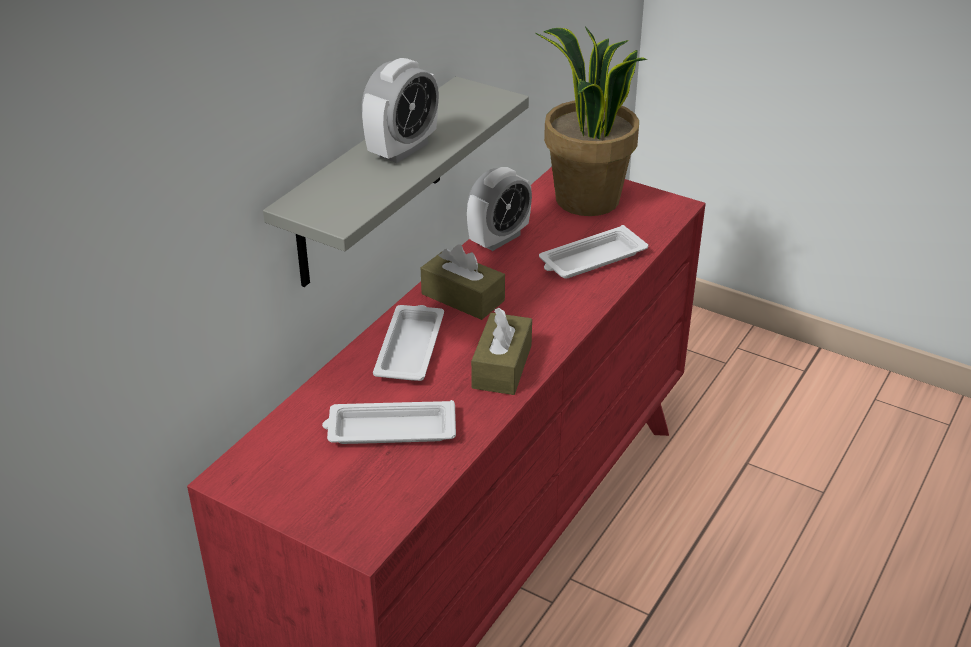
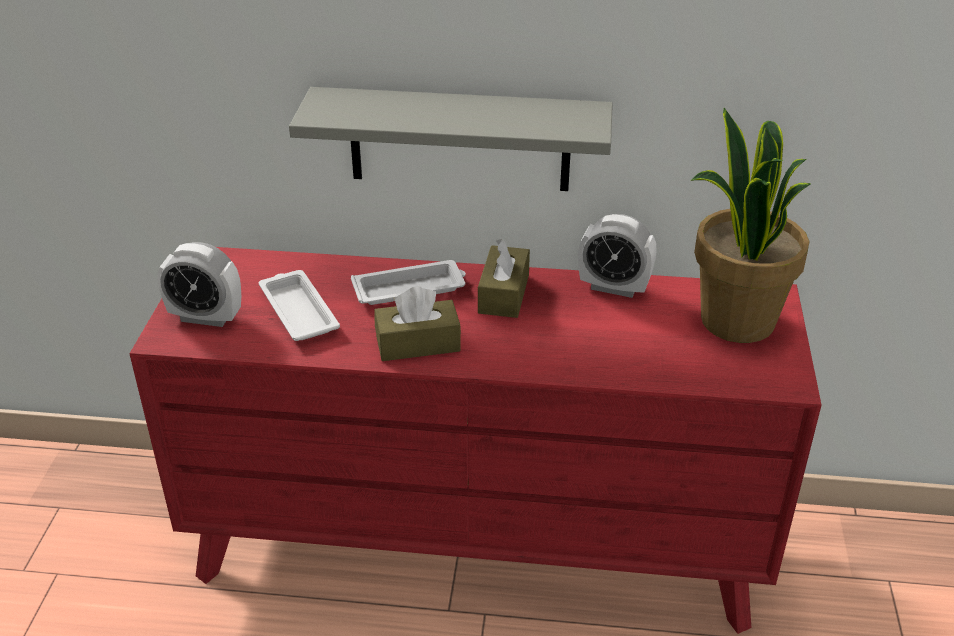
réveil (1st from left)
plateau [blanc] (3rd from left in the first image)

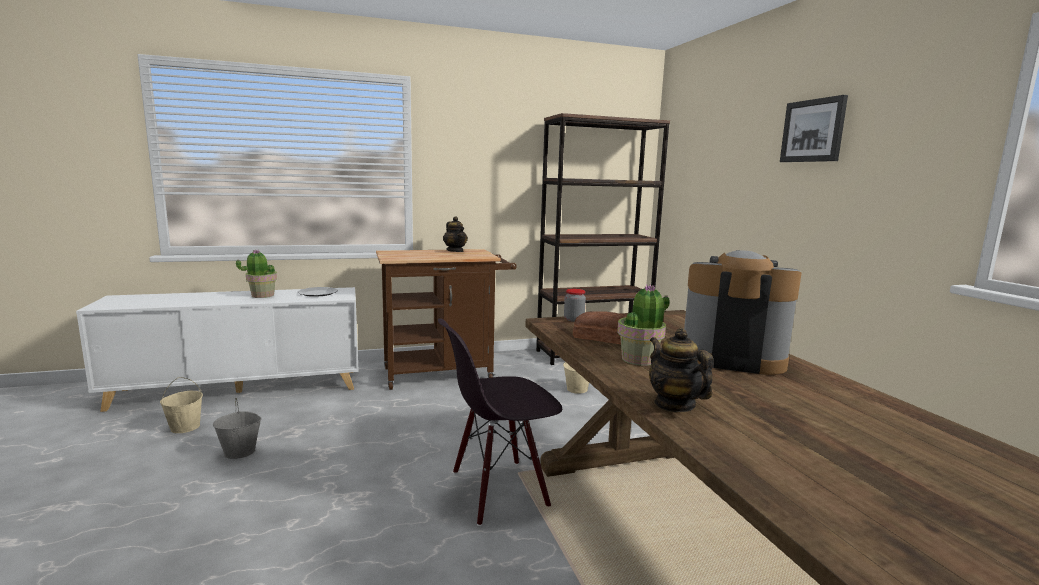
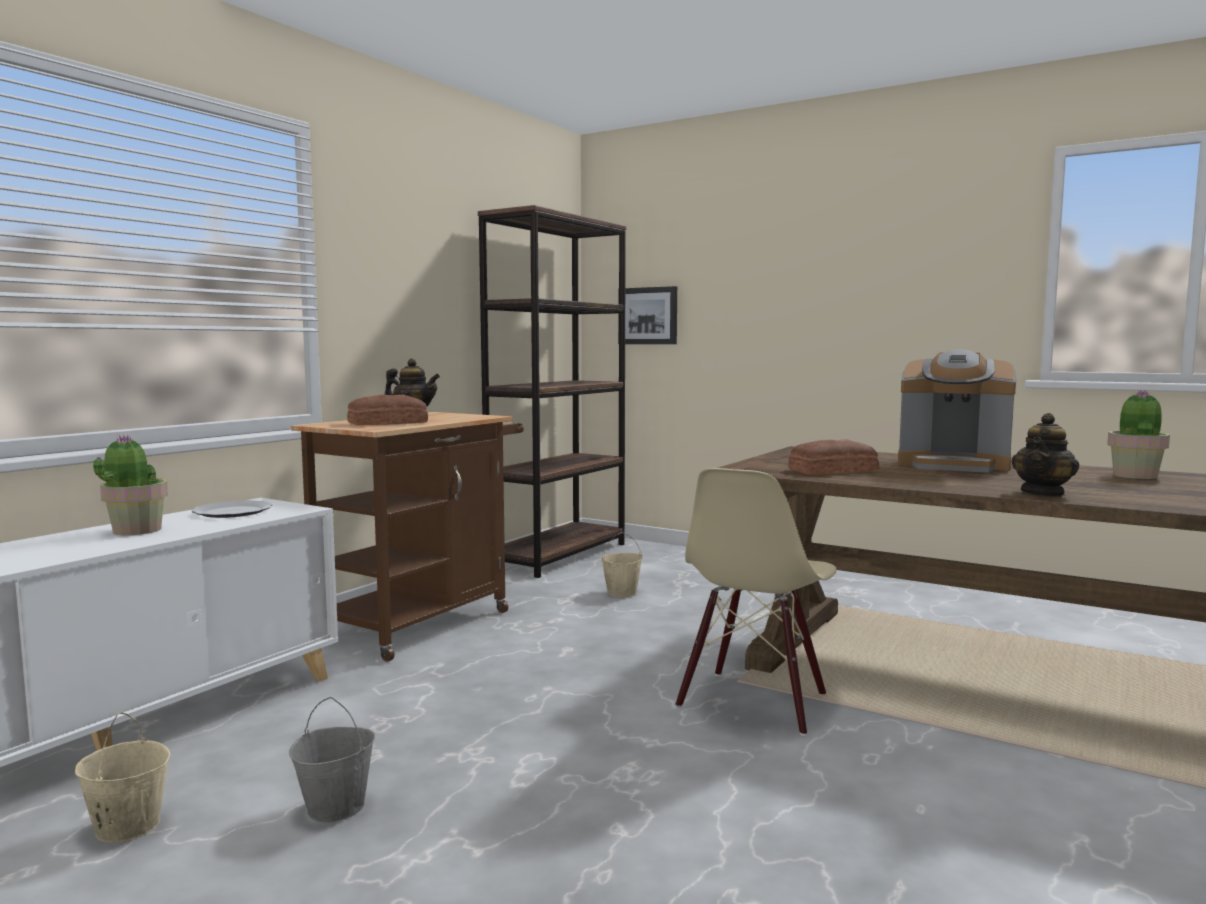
chaise [beige]
bocal
plante en pot (2nd from left)
théière (2nd from left)
machine à café
tableau
pain (1st from left)

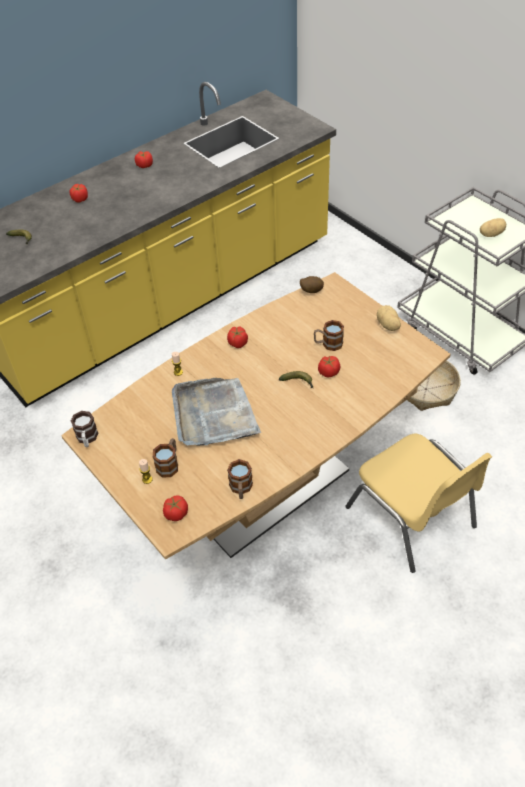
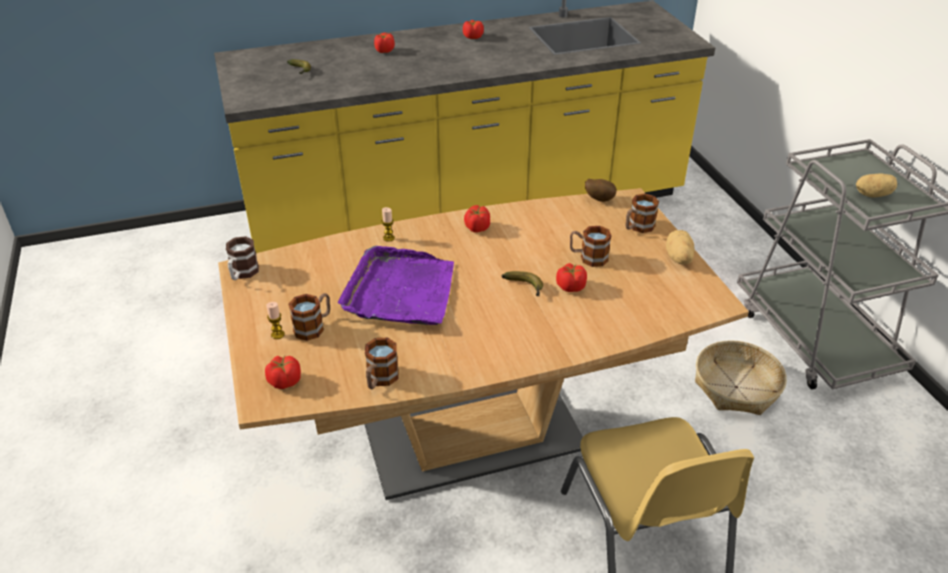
plateau [violet]
mug (5th from left)

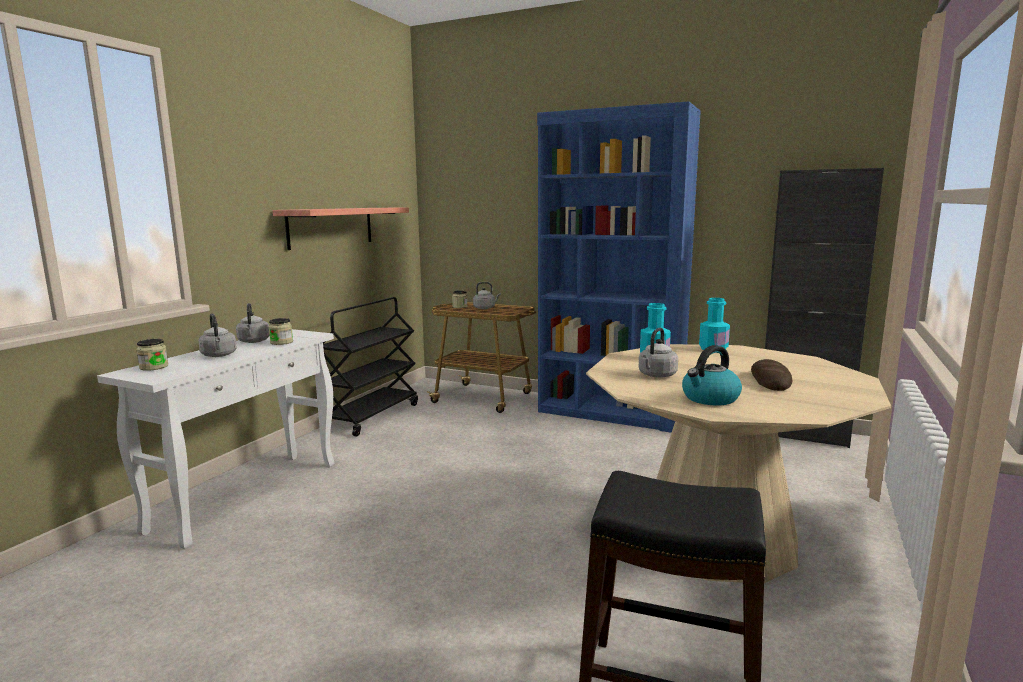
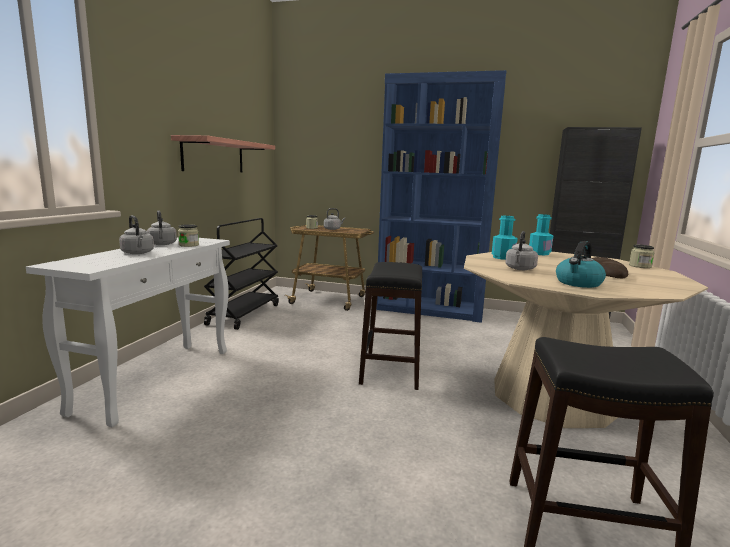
bocal (3rd from left)
tabouret [noir] (1st from left)

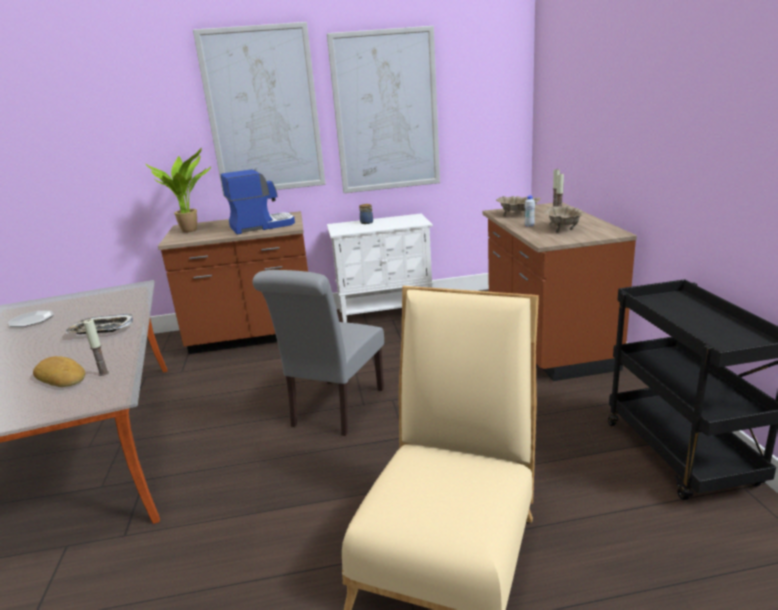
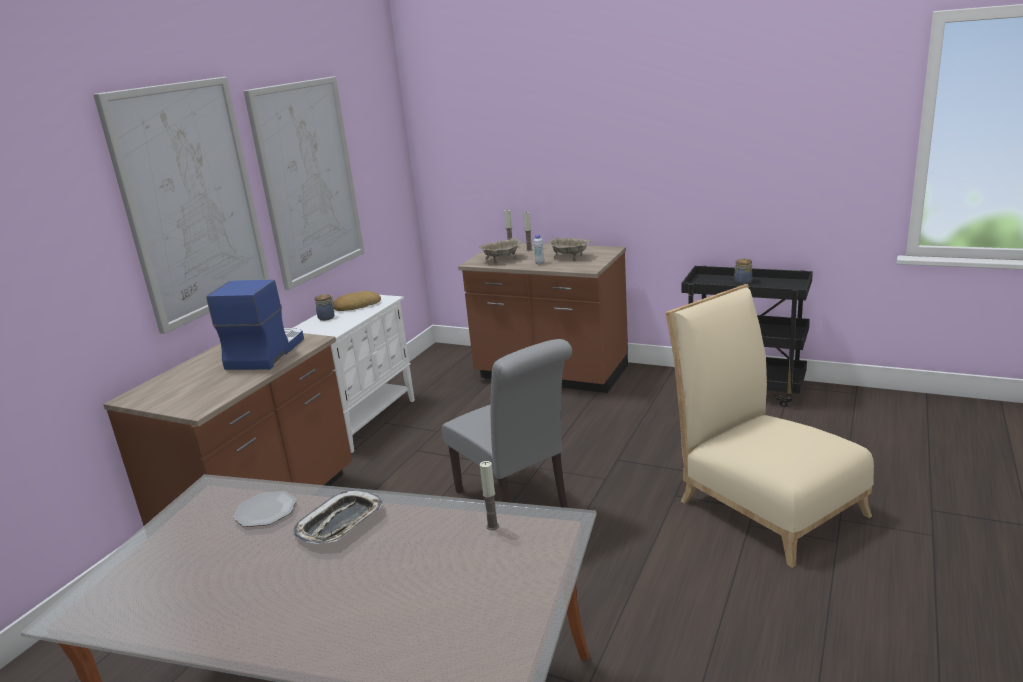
assiette
pain
plante en pot
bocal (2nd from left)

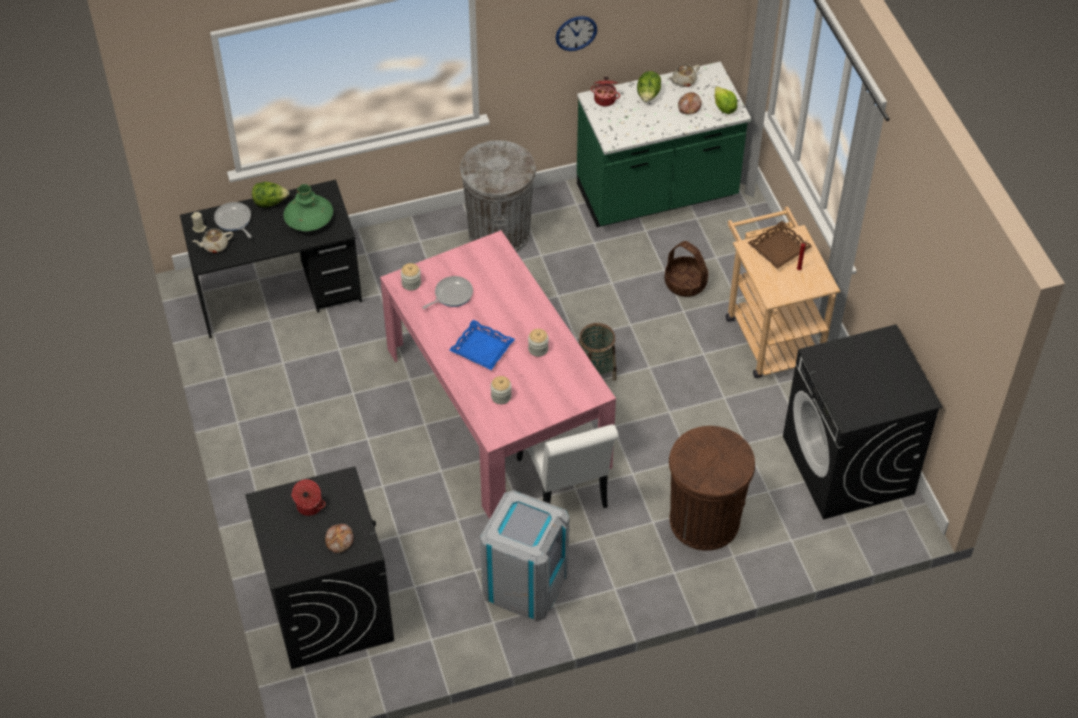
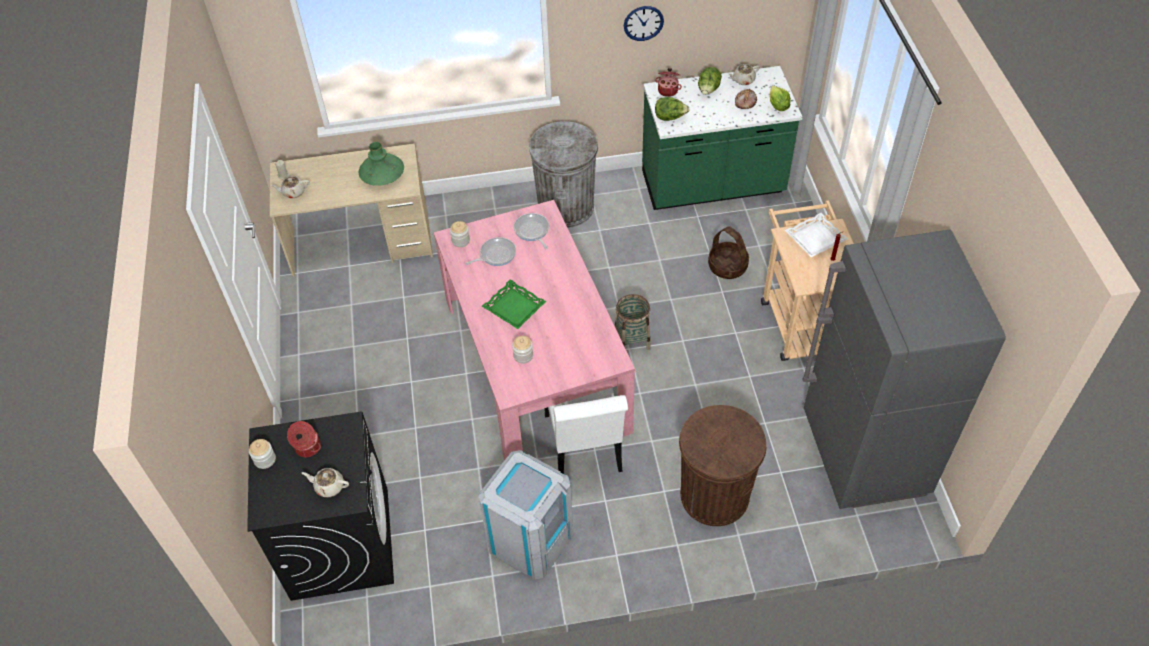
bureau [beige]
poêle (2nd from left)
laitue (1st from left)
théière [beige] (2nd from left)
plateau [vert]
bocal (1st from left)
plateau [blanc]
réfrigérateur [gris]

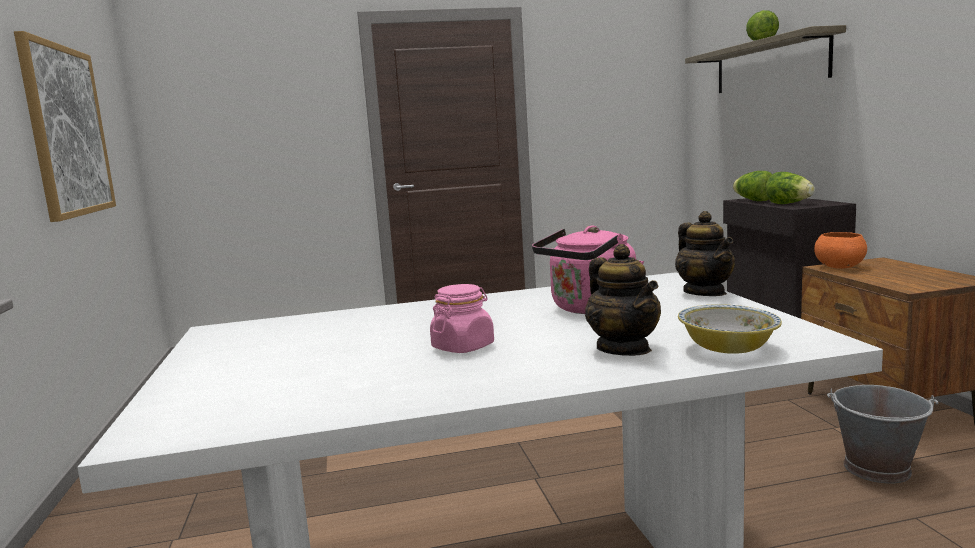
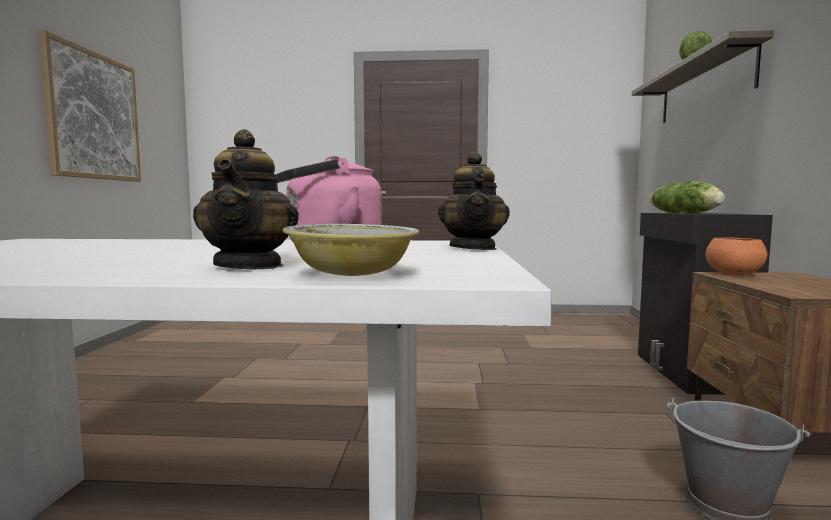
bocal [rose]

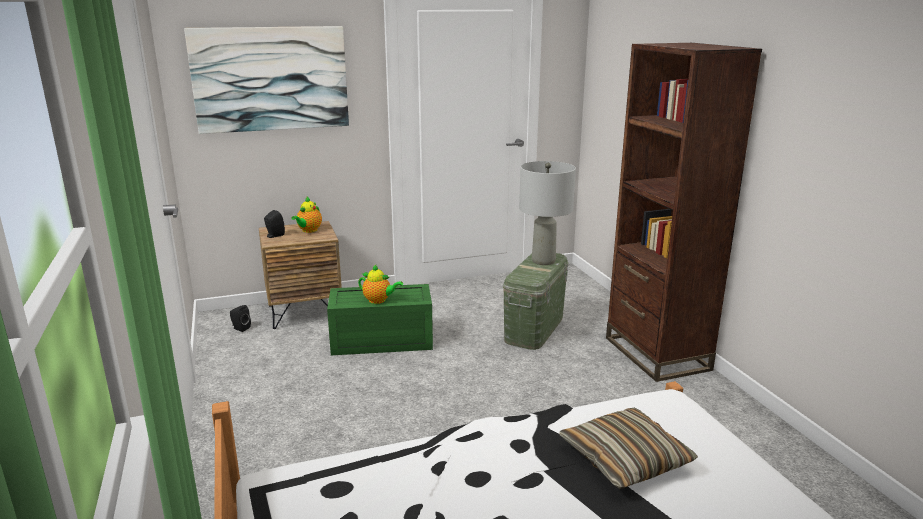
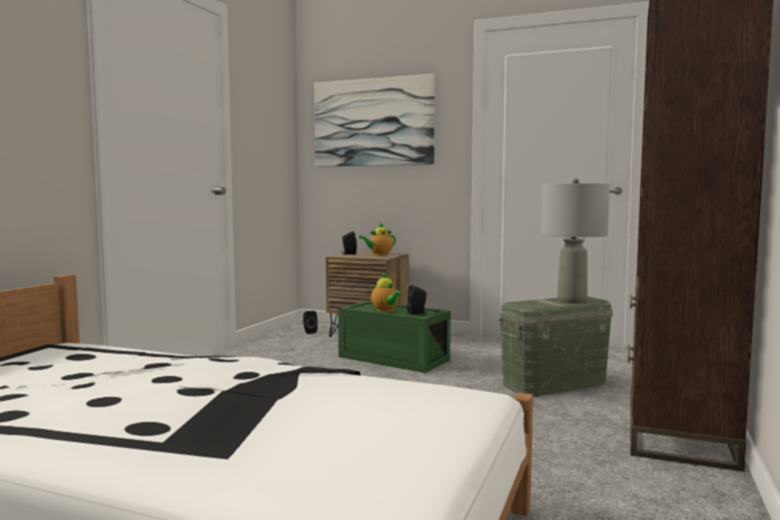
coussin
enceinte [noir] (3rd from left)

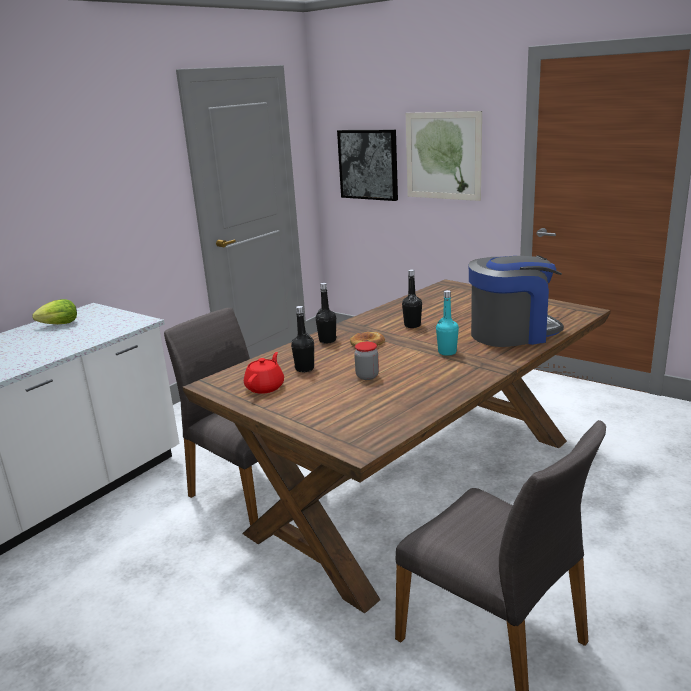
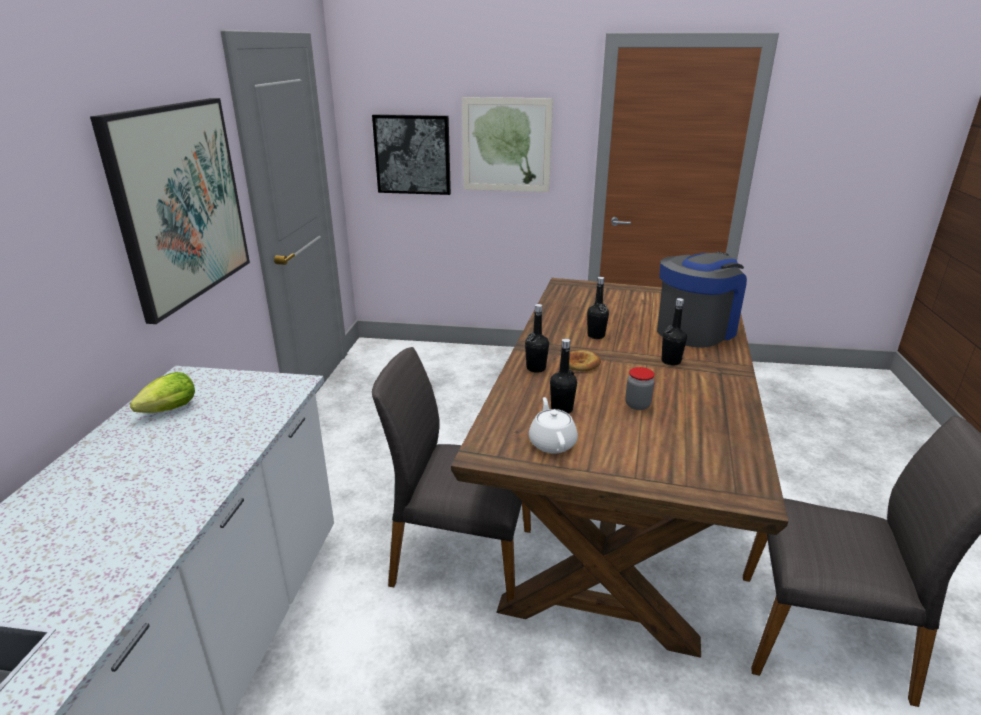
théière [blanc]
bouteille [noir] (4th from left)
tableau (1st from left)

